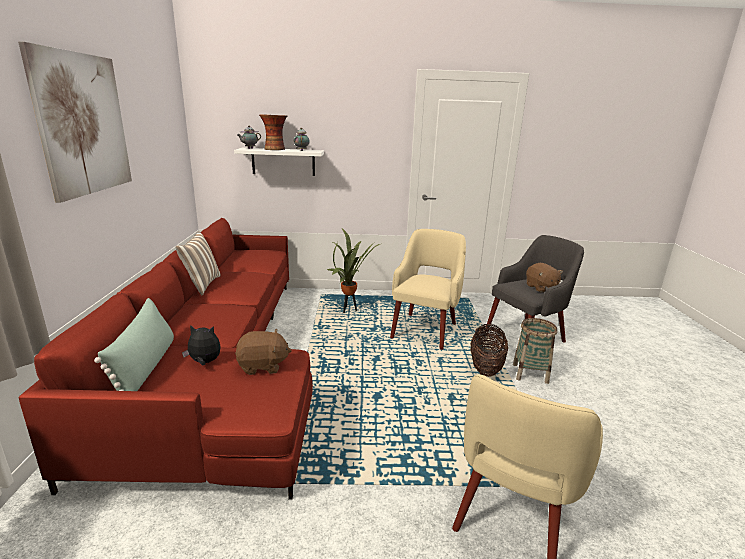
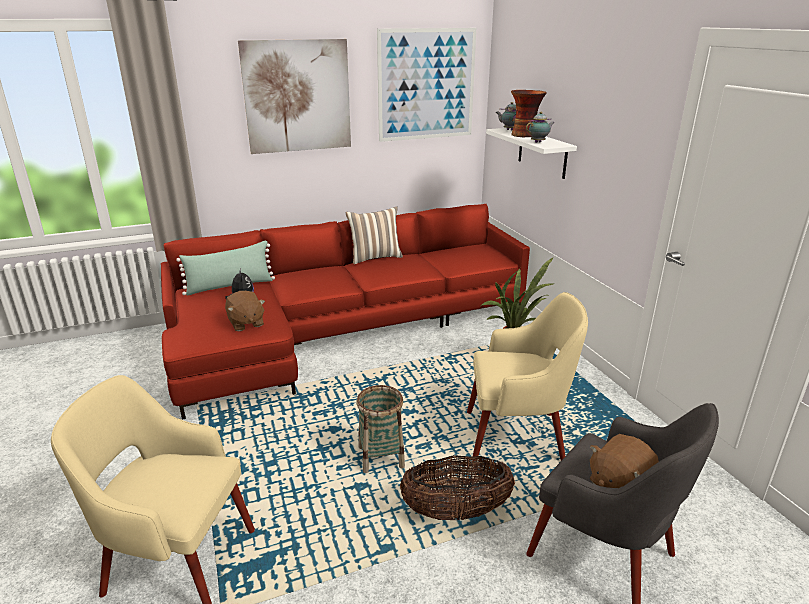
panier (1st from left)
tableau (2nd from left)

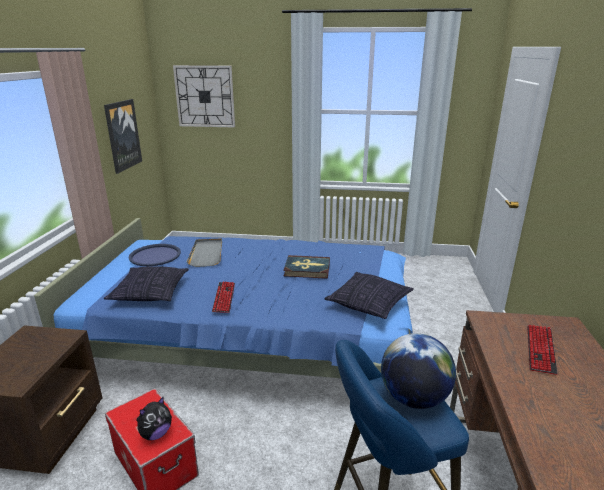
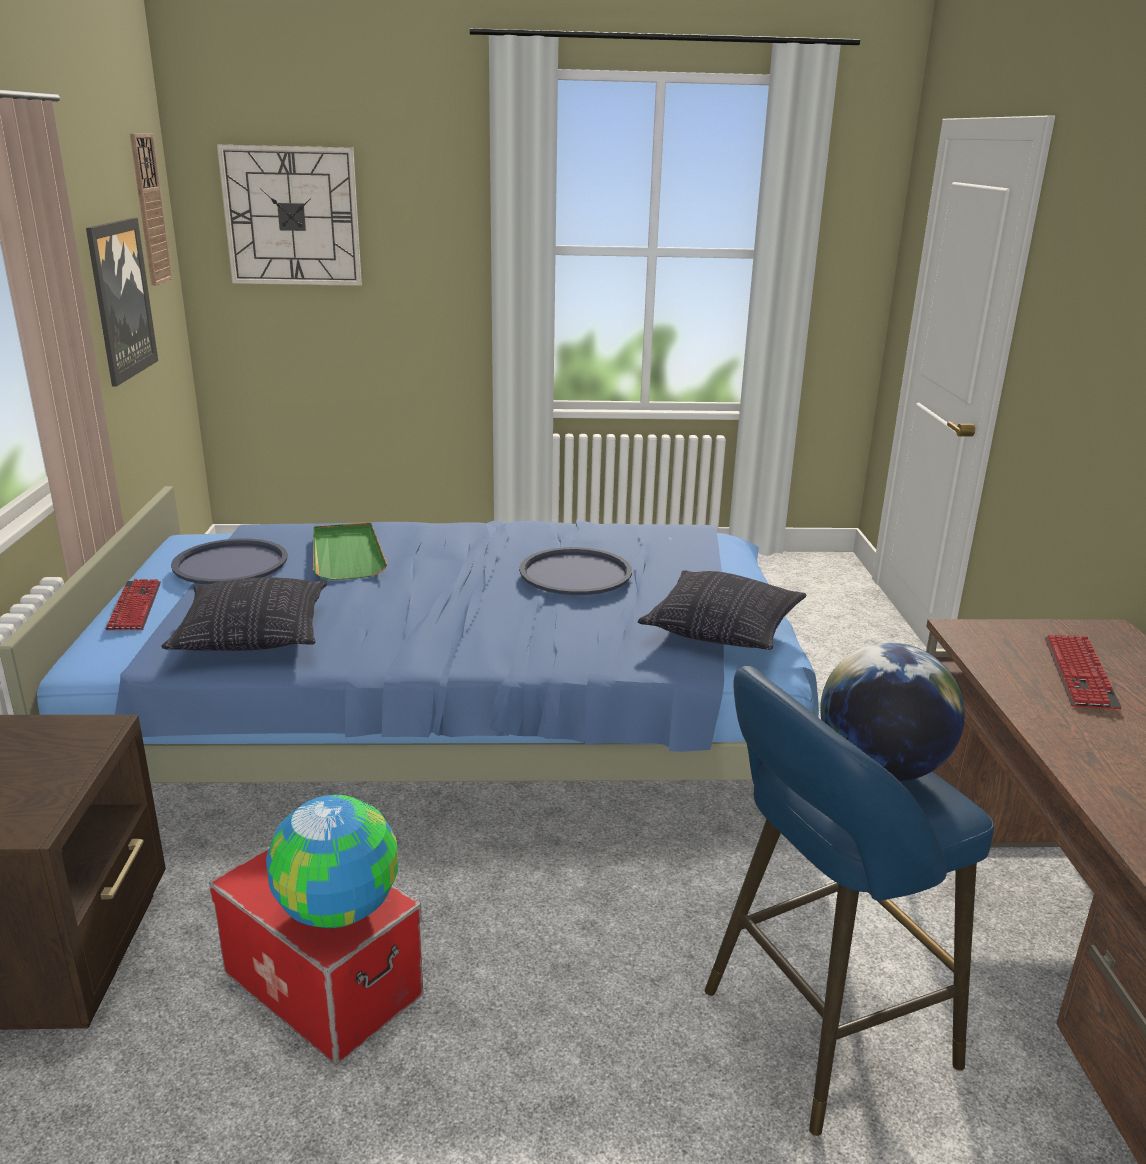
globe (1st from left)
plateau [vert]
clavier (1st from left)
plateau [bleu] (2nd from left)
horloge murale (1st from left)

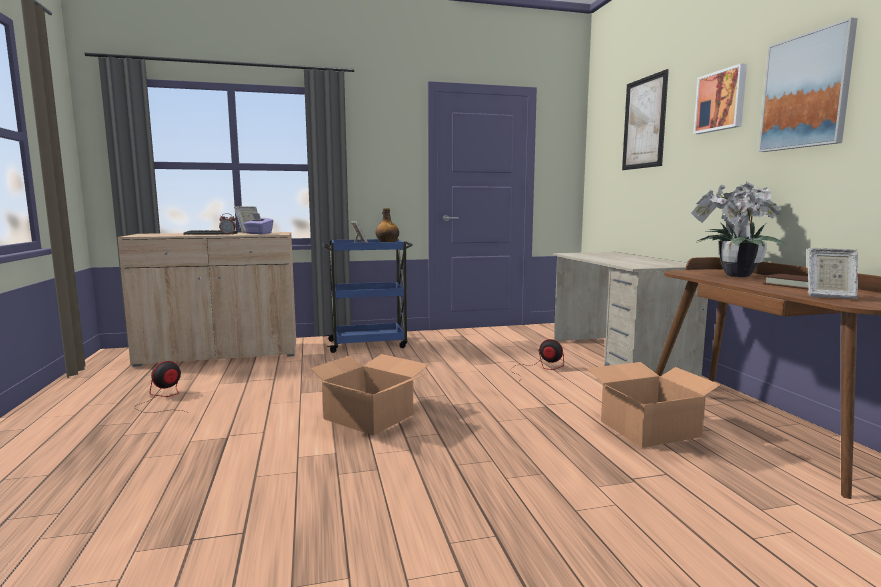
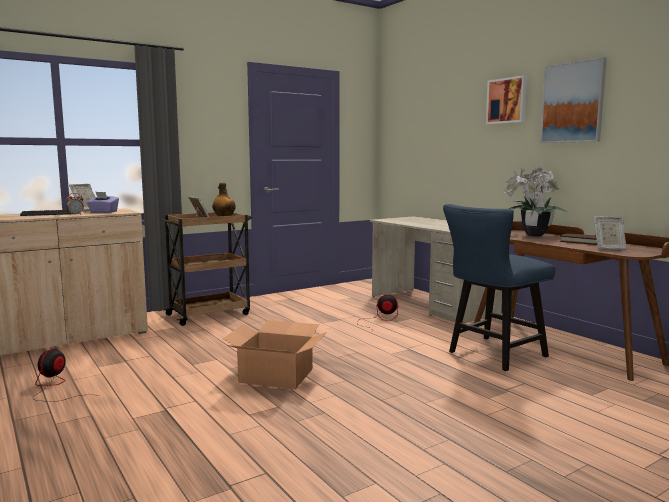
chariot [marron]
chaise [bleu]
tableau (1st from left in the first image)

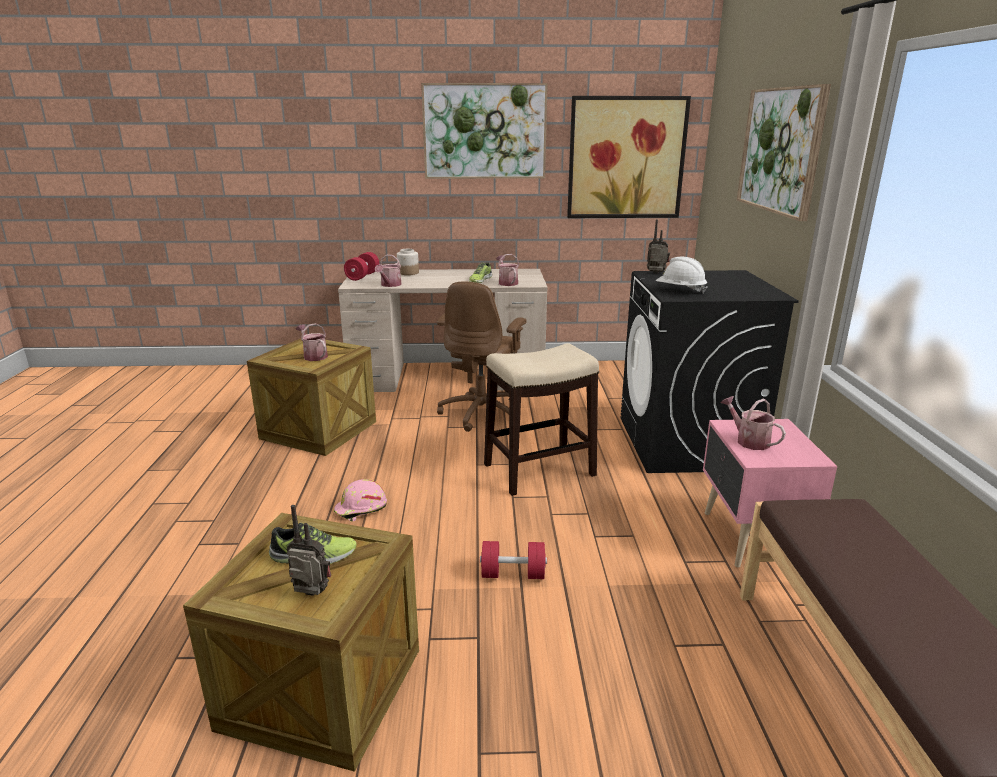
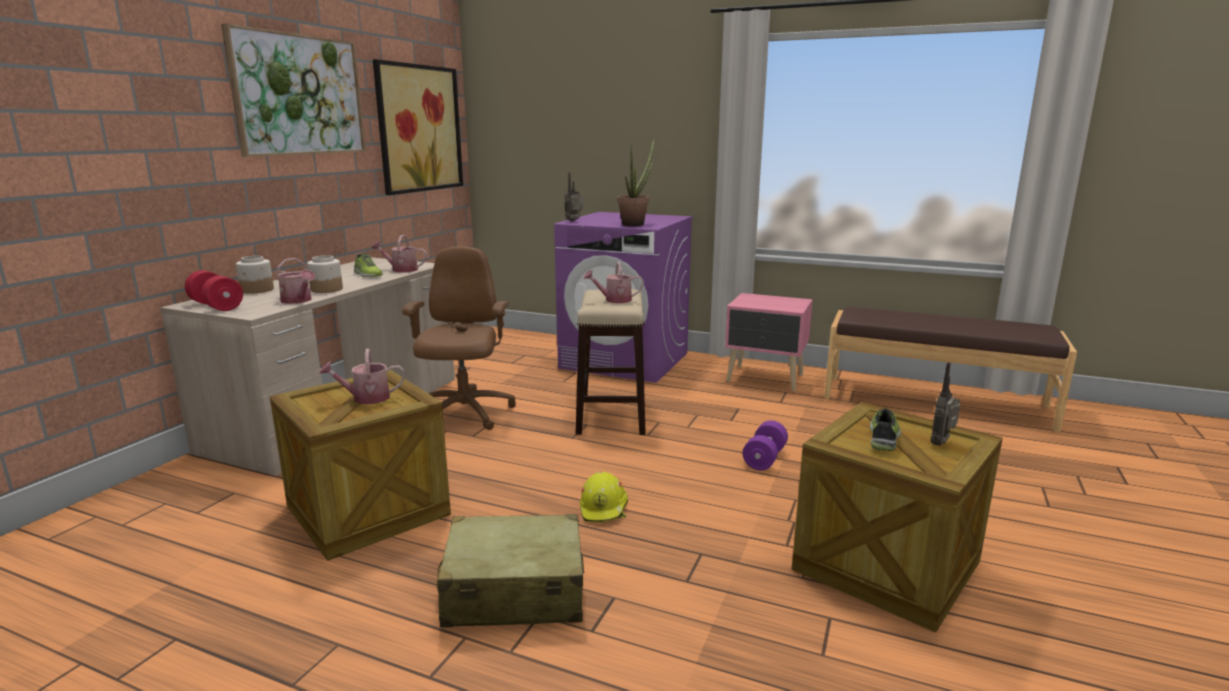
casque de chantier [jaune]
chaise de bureau [marron]
haltère [violet]
lave-linge [violet]
plante en pot
arrosoir (4th from left)
tableau (3rd from left in the first image)
bocal (2nd from left)
valise [beige]

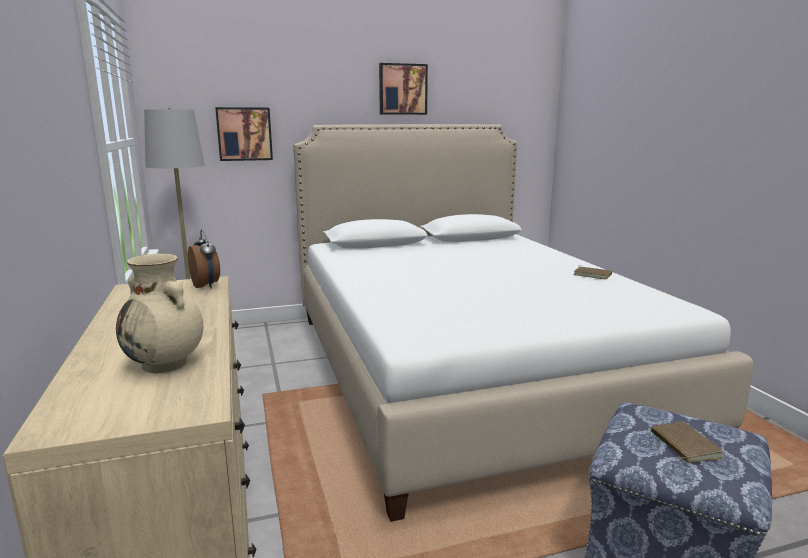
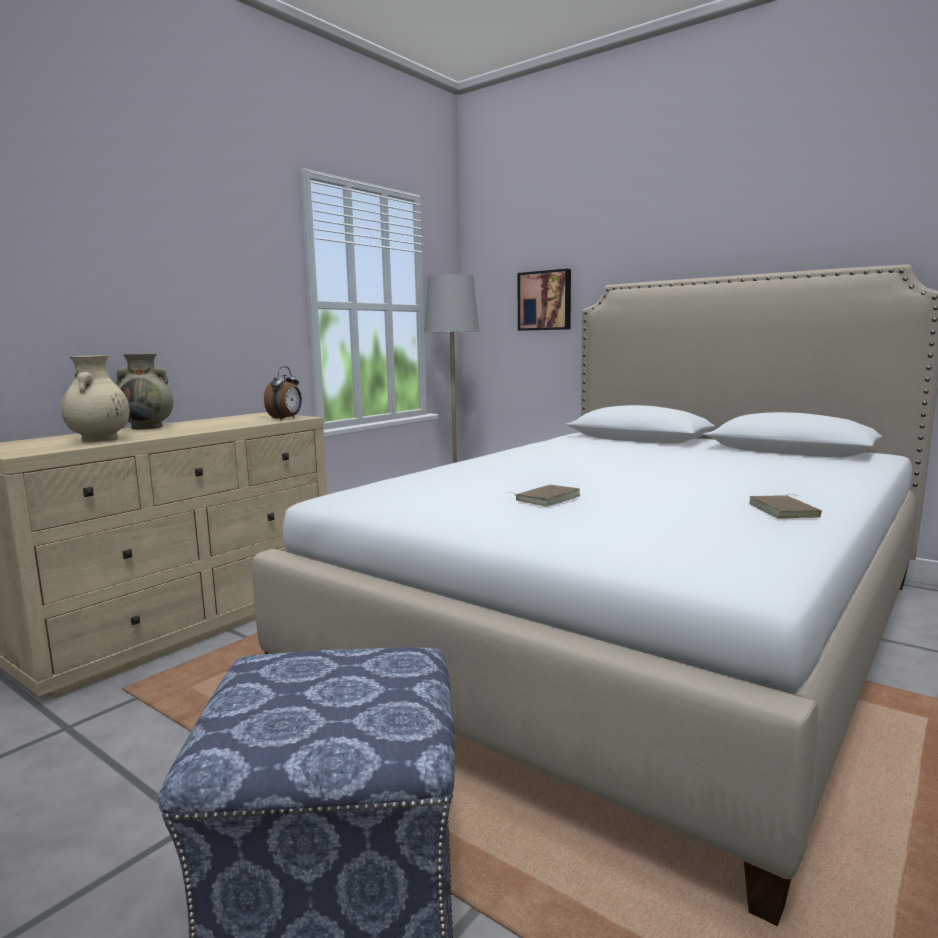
tableau (2nd from left in the first image)
livre [marron] (1st from left)
vase [beige] (2nd from left)

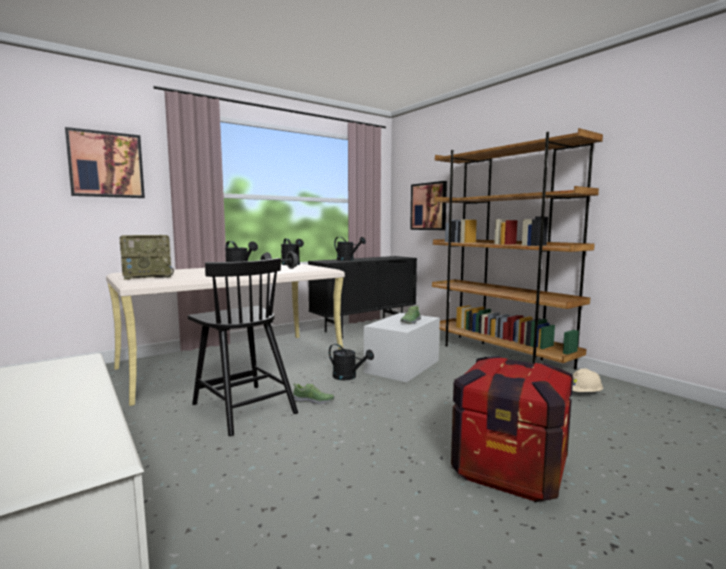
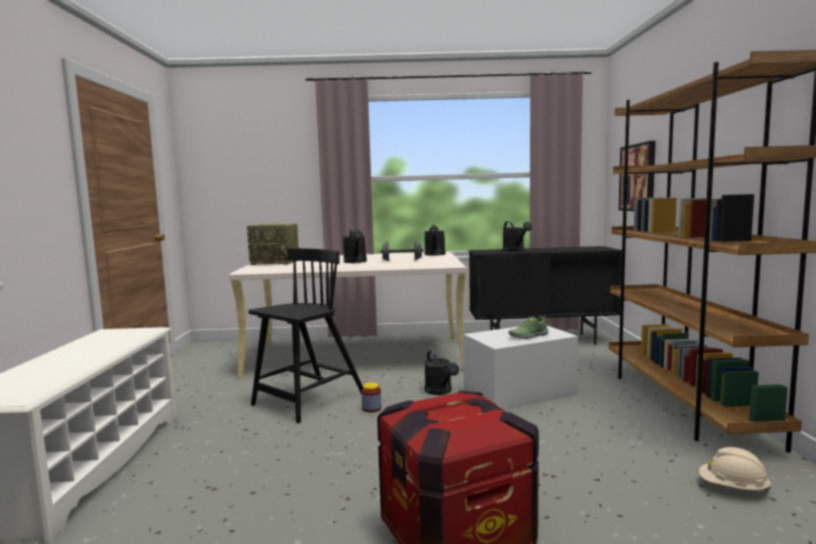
tableau (1st from left in the first image)
chaise [noir]
bocal

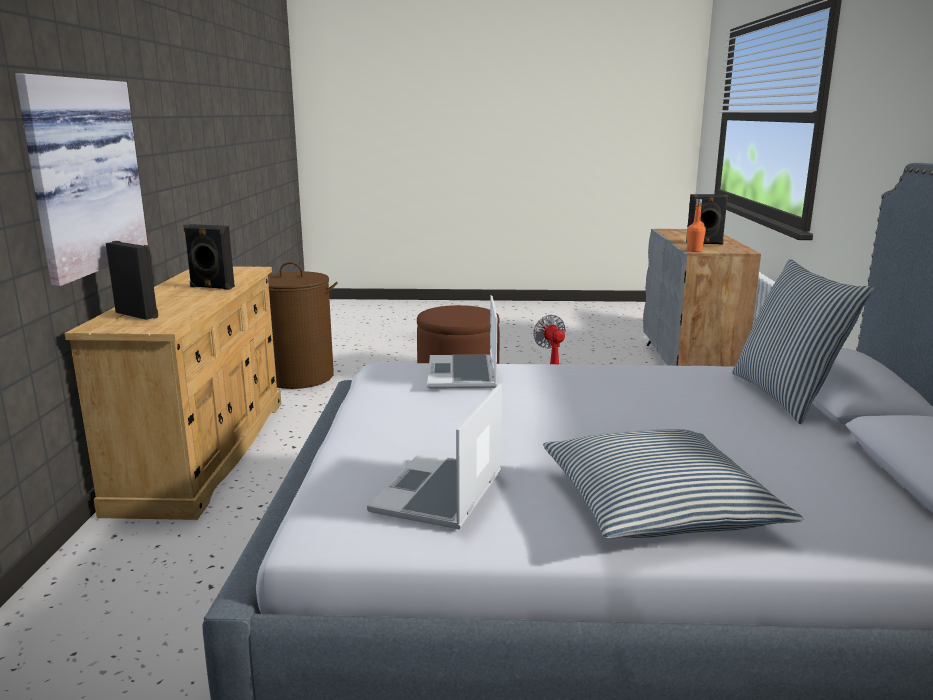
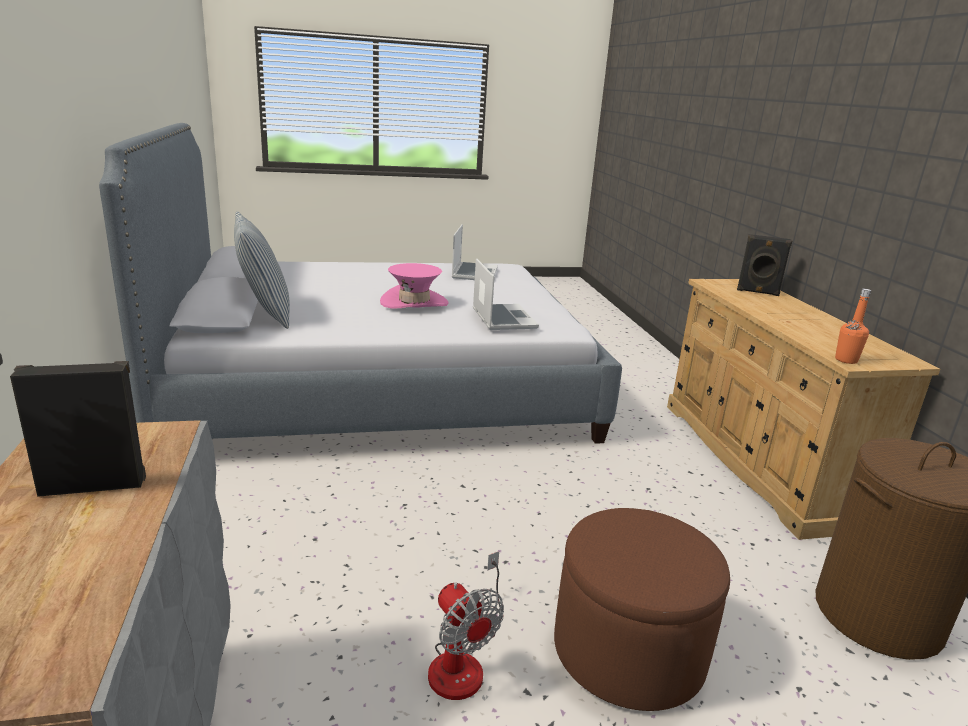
tableau
enceinte [noir] (2nd from left in the first image)
coussin (1st from left in the first image)
bouteille [orange]
chapeau [rose]

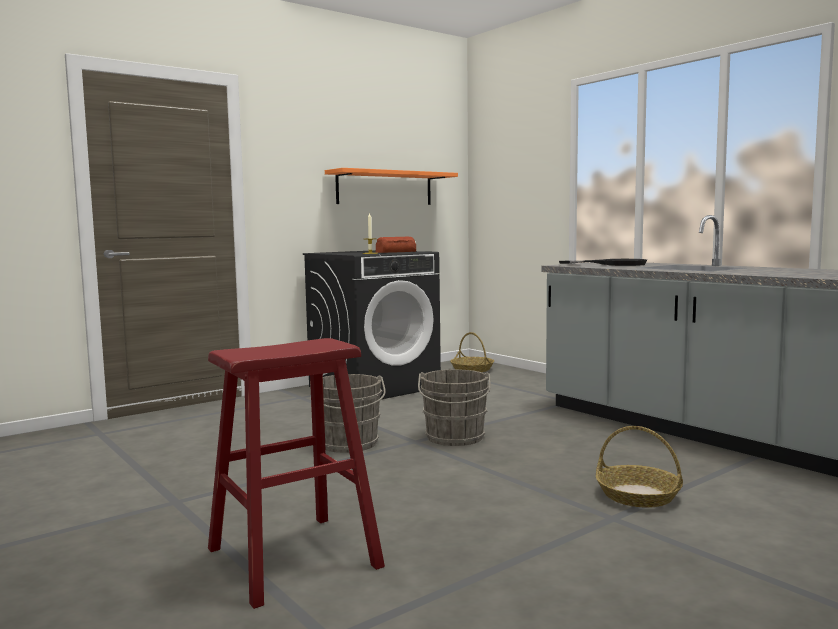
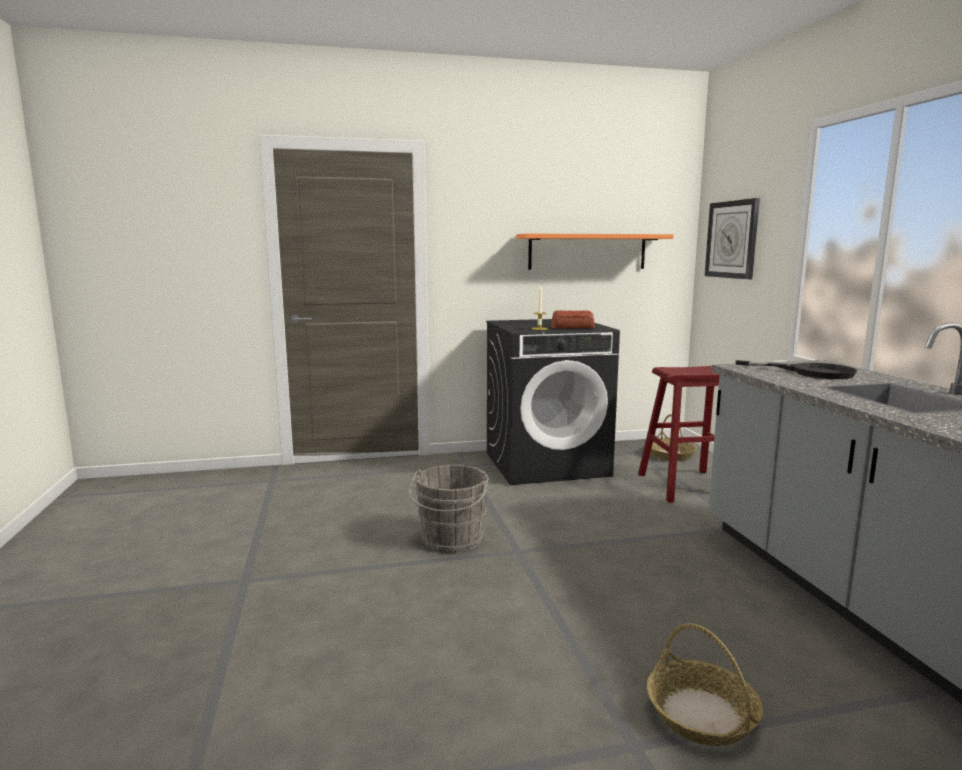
tabouret [rouge]
seau [gris] (2nd from left in the first image)
horloge murale

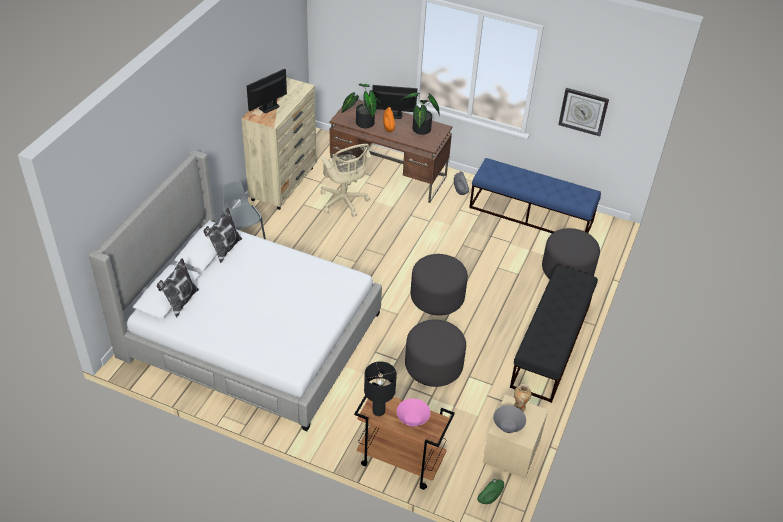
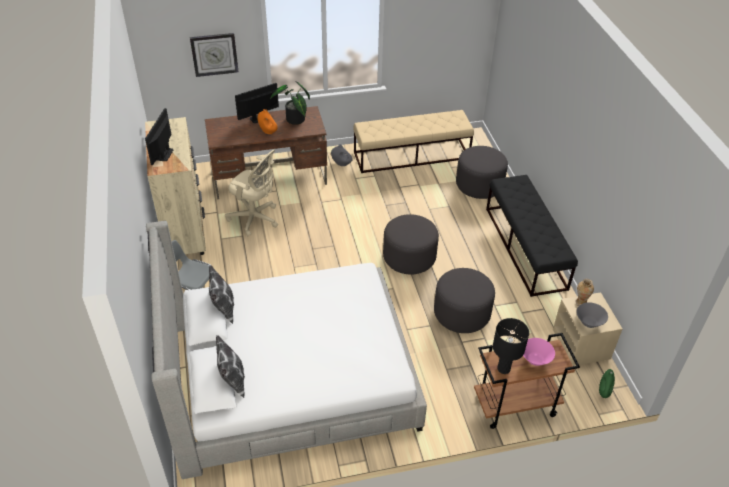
plante en pot (1st from left in the first image)
banc [beige]
horloge murale

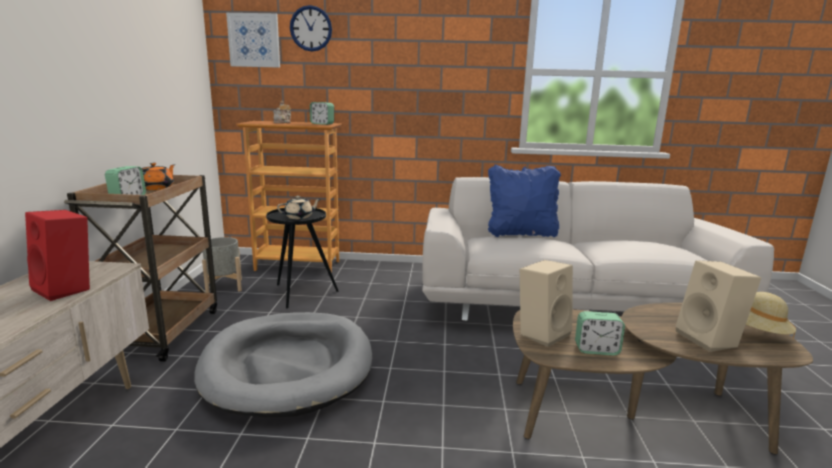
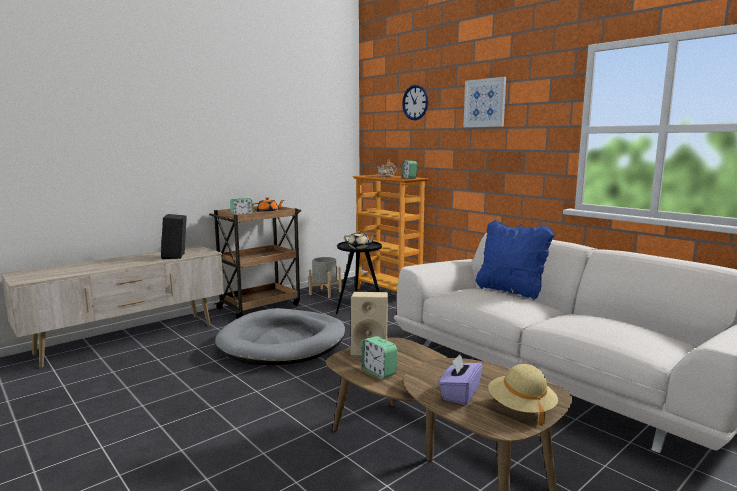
enceinte [noir]
tableau
boîte à mouchoirs [violet]

